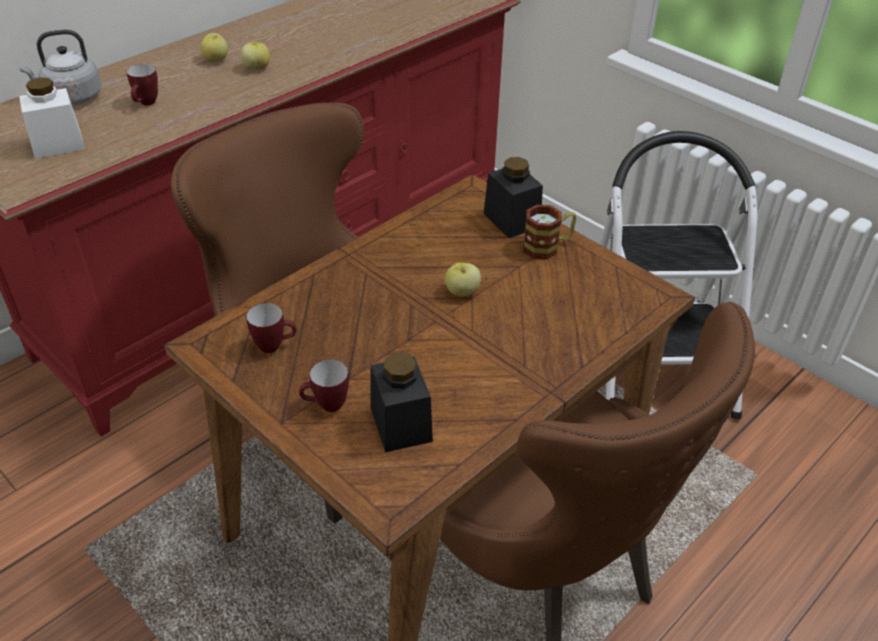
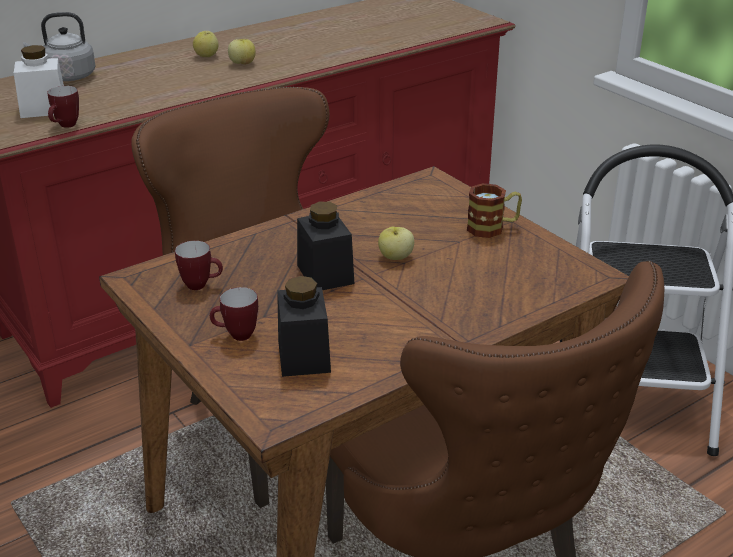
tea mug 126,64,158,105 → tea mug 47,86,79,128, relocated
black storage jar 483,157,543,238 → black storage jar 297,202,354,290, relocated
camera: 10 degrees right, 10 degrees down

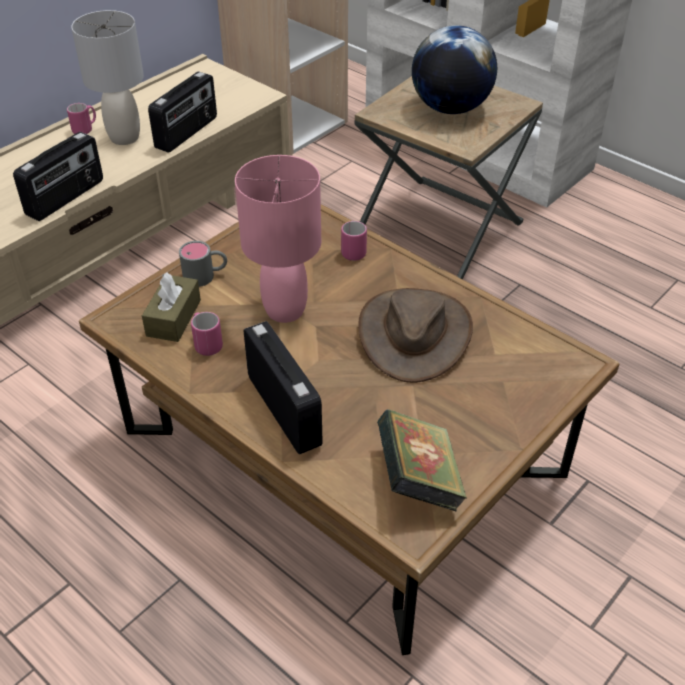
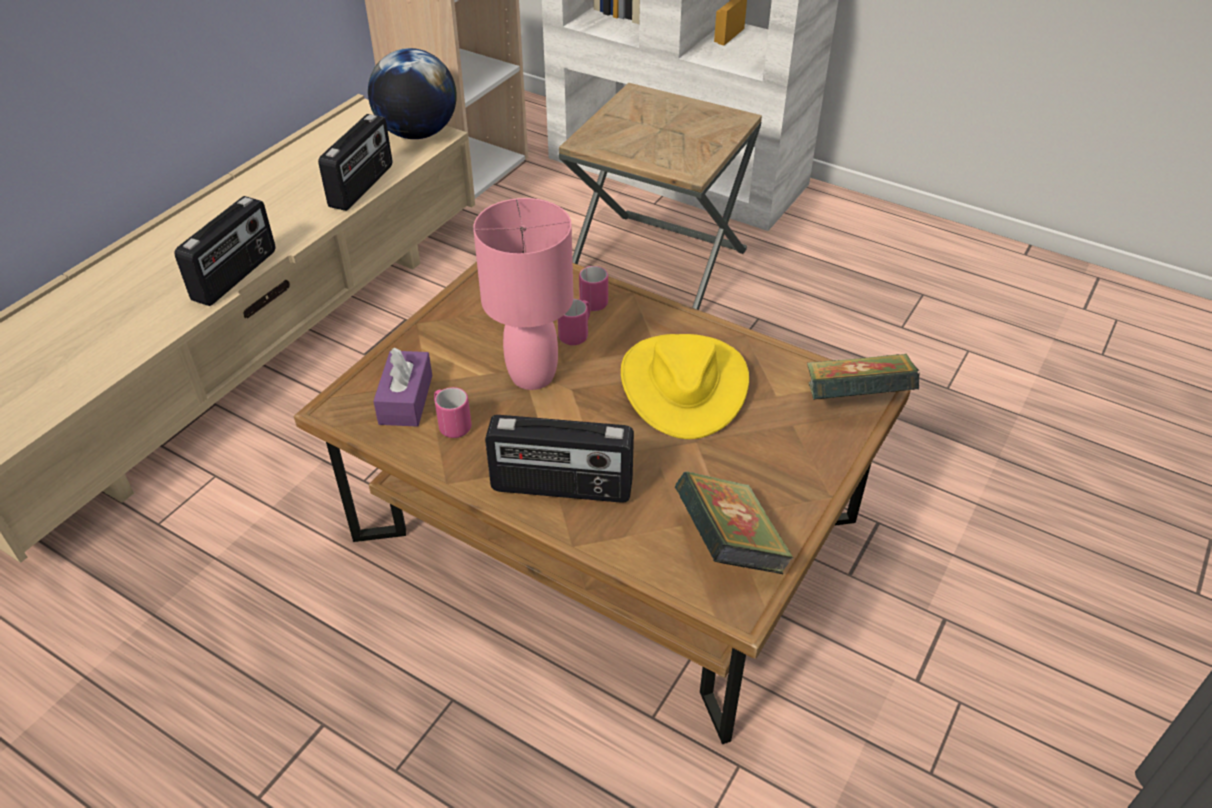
greyish tabletop lamp 71,10,144,145 → -
greyish tea mug 179,241,227,287 → -
- → book 807,354,920,400
pink tea mug 67,103,96,134 → pink tea mug 558,299,590,345, relocated
desk globe 412,25,497,114 → desk globe 368,48,457,139, relocated
brown-coloured tissue holder 142,272,201,342 → purple-coloured tissue holder 373,348,432,427
brown-coloured hat 358,288,473,383 → yellowish hat 621,334,749,439
radio 244,321,323,454 → radio 485,415,634,503, 135 degrees clockwise
camera: 10 degrees left, 0 degrees up

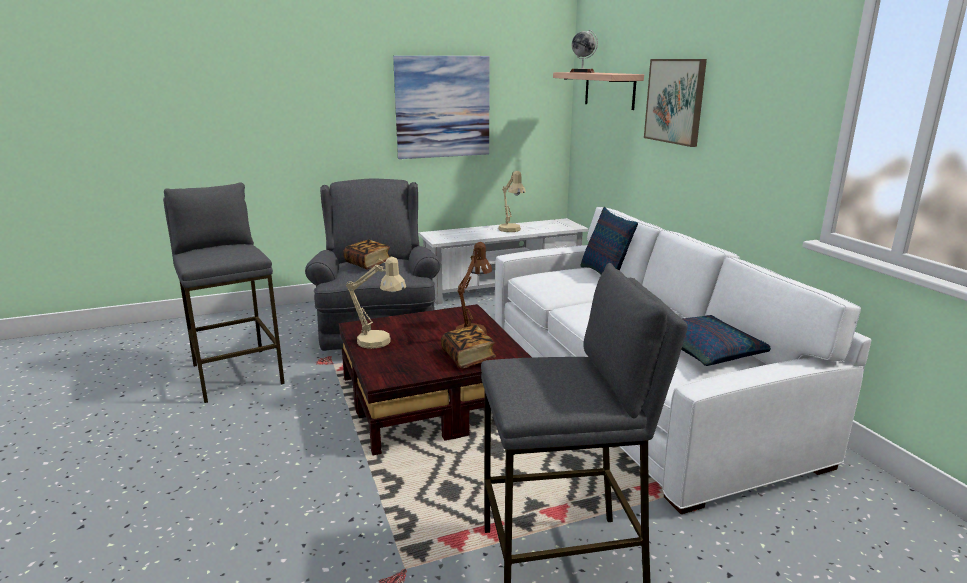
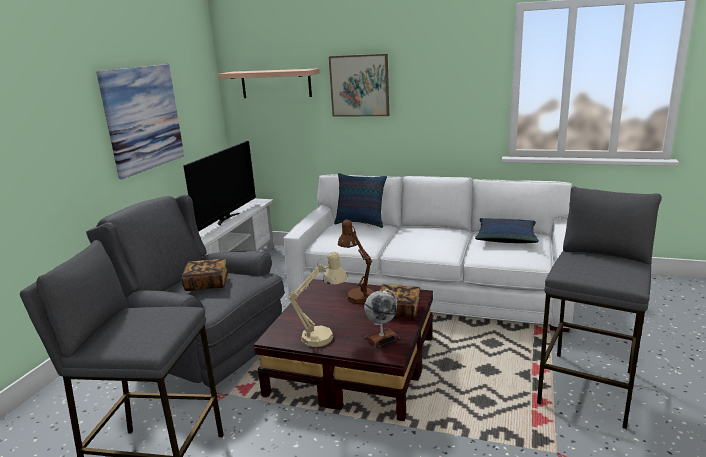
desk globe 570,30,598,73 → desk globe 364,289,400,348, relocated
beige-coloured tabletop lamp 498,171,526,232 → TV 183,141,256,232
camera: 50 degrees left, 0 degrees up

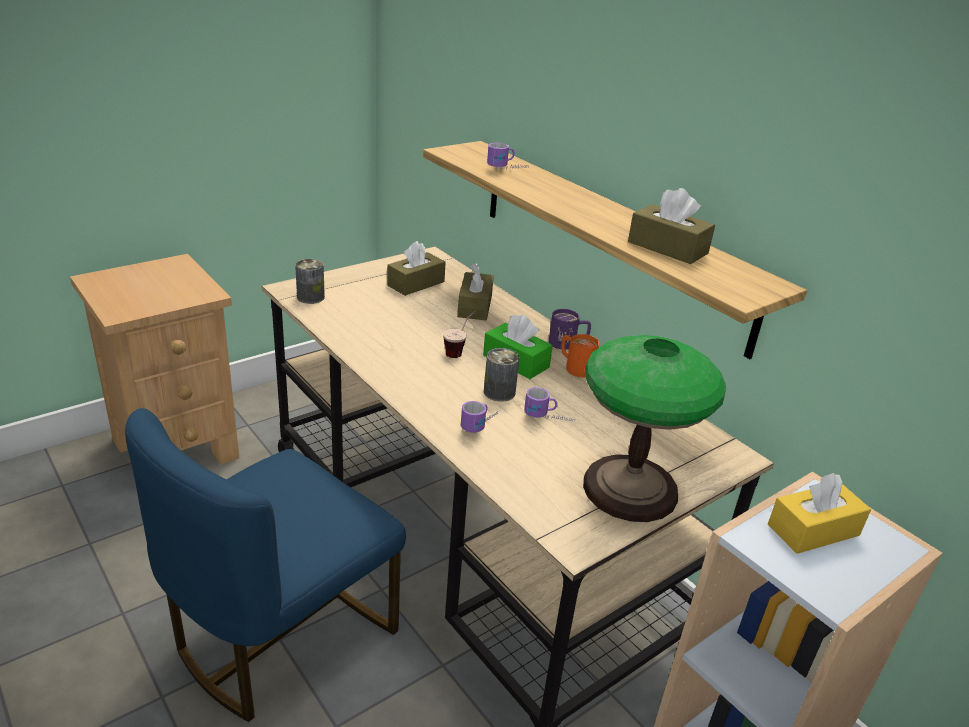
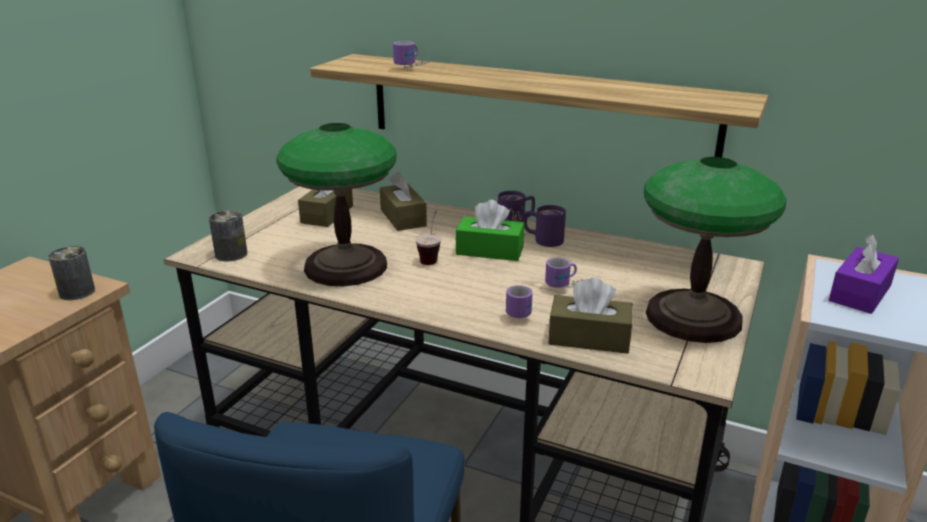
- → tabletop lamp 276,123,397,286
metal can 484,348,519,402 → metal can 48,246,95,300, relocated
brown-coloured tissue holder 628,188,715,264 → brown-coloured tissue holder 548,277,633,354, relocated
orange-coloured tea mug 561,334,599,377 → purple-coloured tea mug 523,205,566,247
yellowish tissue holder 768,473,871,554 → purple-coloured tissue holder 829,234,899,314
camera: 25 degrees left, 5 degrees down

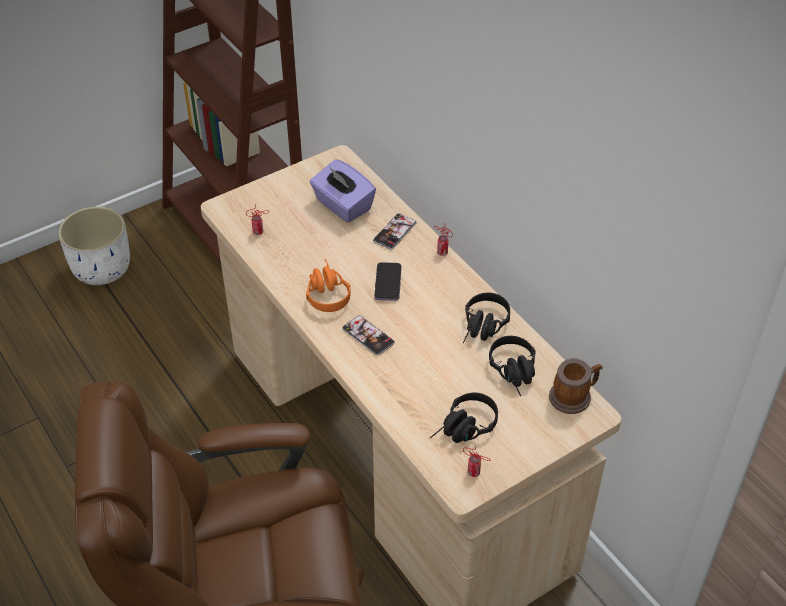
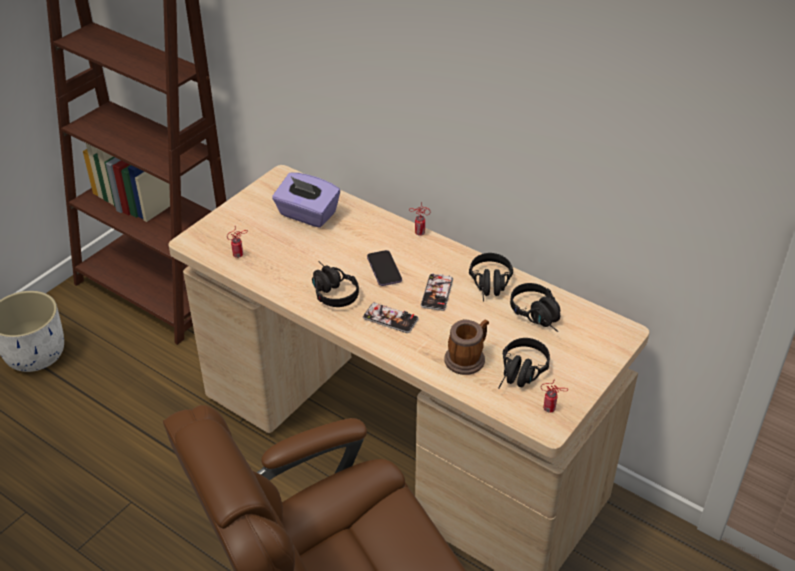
phone 373,213,417,250 → phone 421,273,453,311, relocated
tea mug 549,358,603,414 → tea mug 444,319,489,375, relocated
orange-coloured headset 306,259,351,312 → black headset 312,261,359,307
camera: 20 degrees left, 5 degrees down

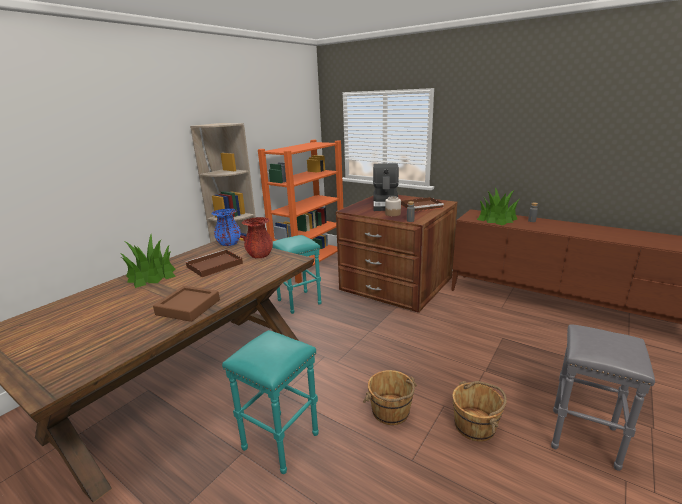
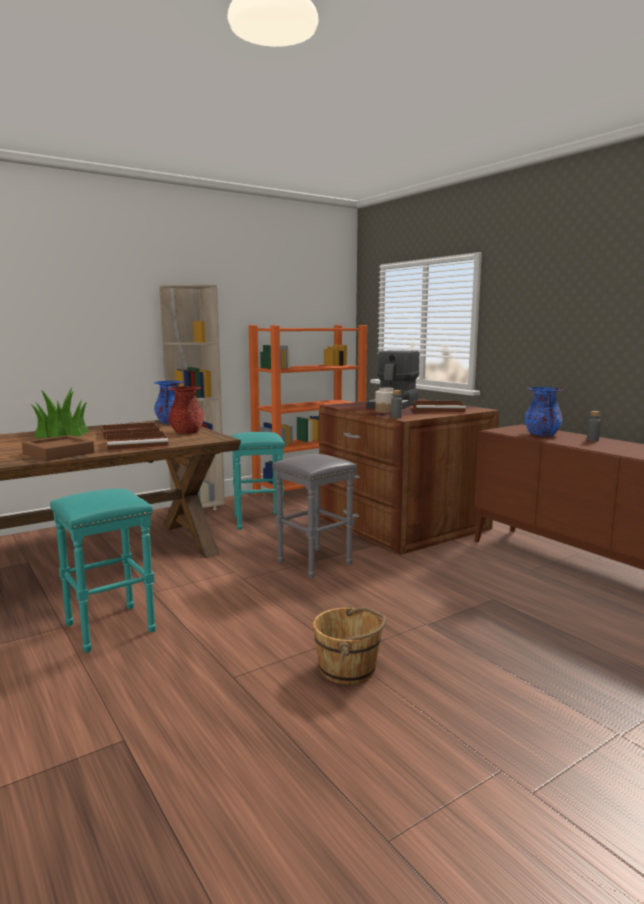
brown-coloured bucket 363,370,417,425 → -
- → brown-coloured serving tray 106,431,169,451
greyish stool seat 551,325,655,471 → greyish stool seat 272,454,357,578, relocated
plant in a pot 477,187,519,226 → bluish vase 525,387,564,436
camera: 20 degrees right, 10 degrees down

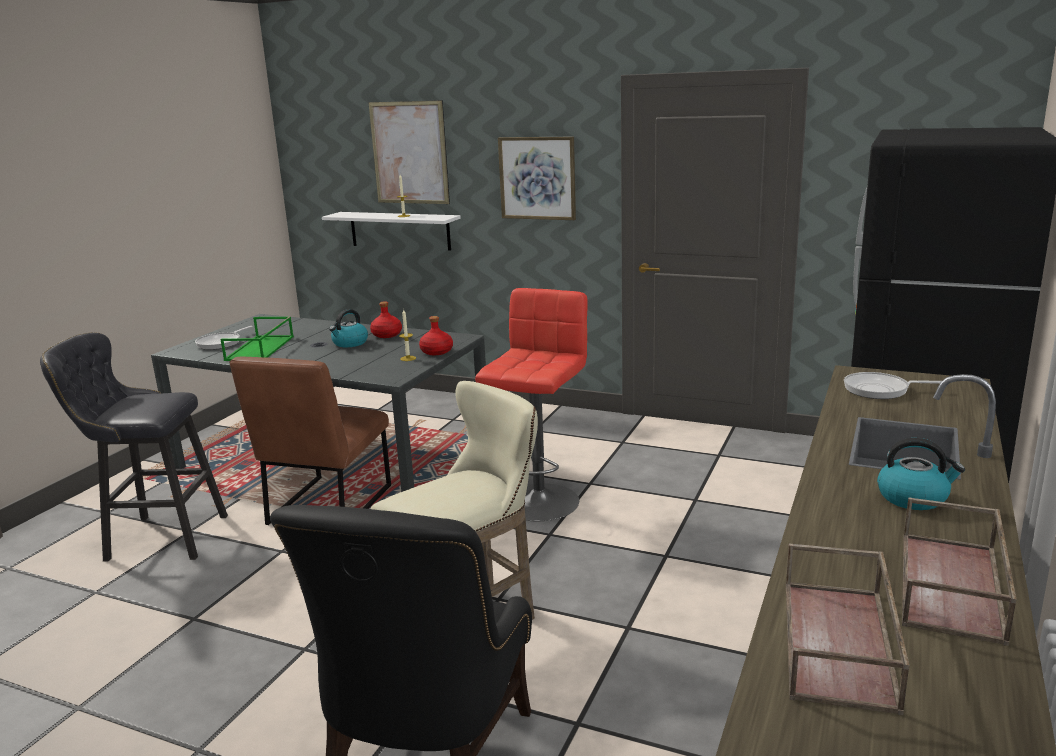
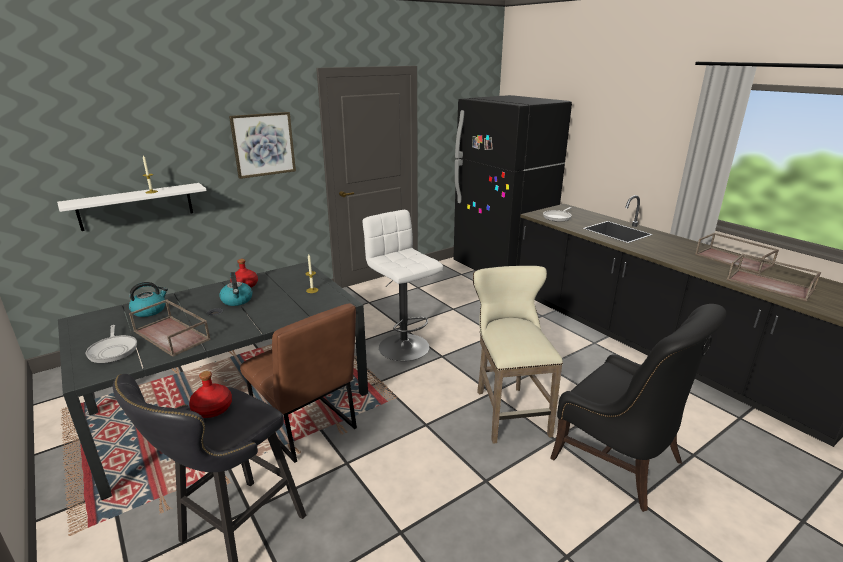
wall picture 369,100,450,204 → -
reddish bottle 419,316,453,355 → reddish bottle 189,371,232,418, relocated
water kettle 877,438,965,510 → water kettle 129,282,168,317, relocated
green-coloured serving tray 221,317,294,361 → brown-coloured serving tray 129,299,211,357
reddish stool seat 475,288,588,521 → white-coloured stool seat 363,210,443,361
camera: 60 degrees left, 5 degrees up

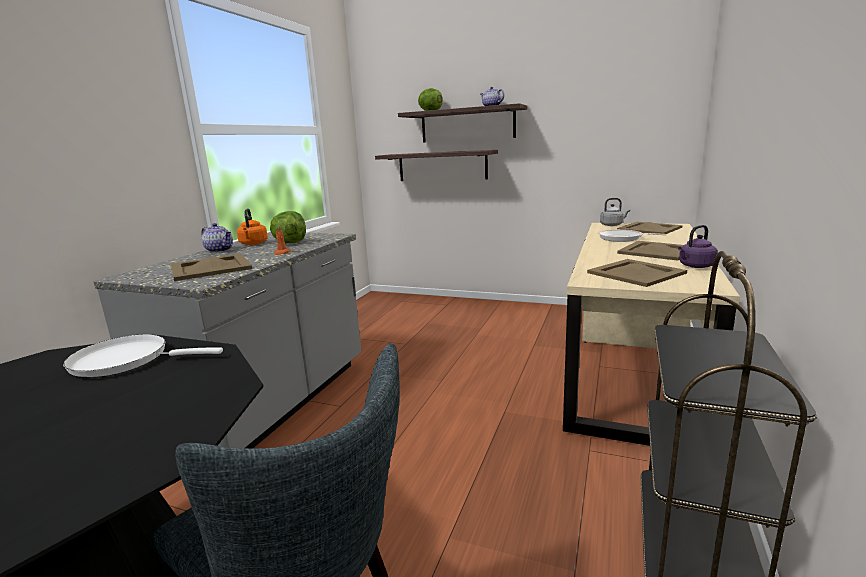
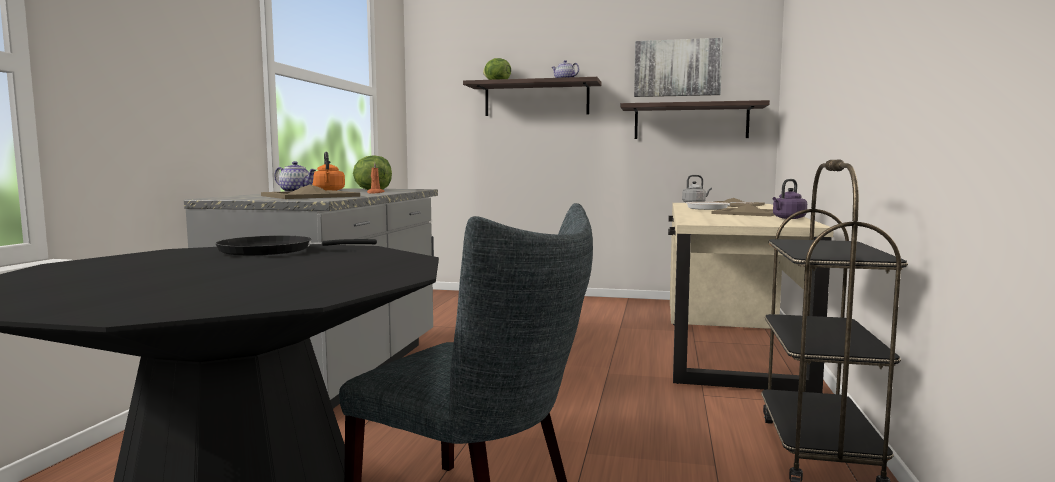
beige-coloured serving tray 587,259,687,287 → -
- → wall picture 634,38,723,97
wall shelf 375,150,498,181 → wall shelf 620,100,770,139, relocated
white-coloured skillet 63,334,223,377 → black skillet 215,236,377,255
camera: 10 degrees left, 10 degrees down

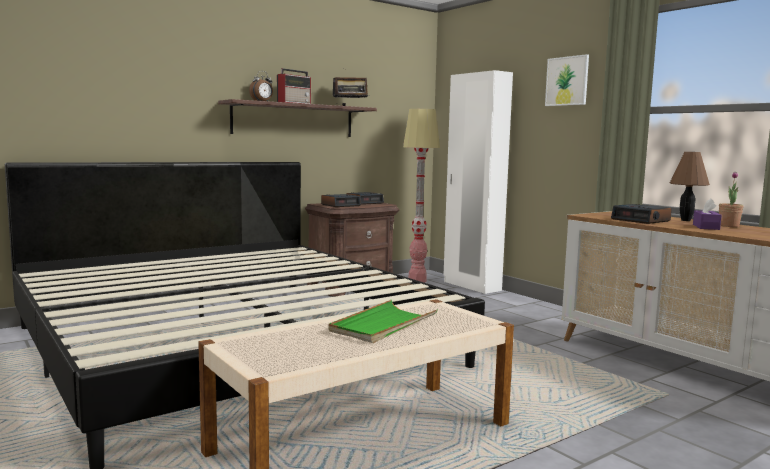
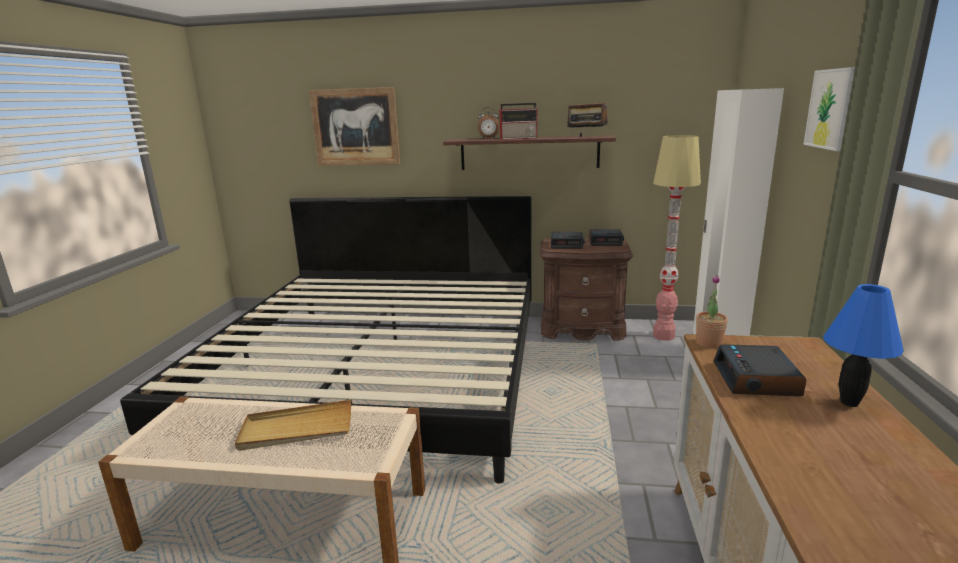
purple-coloured tissue holder 693,198,722,230 → -
- → wall picture 309,87,400,166
plant in a pot 719,172,744,227 → plant in a pot 696,275,728,348, relocated
green-coloured serving tray 329,300,438,343 → beige-coloured serving tray 235,400,351,451
brown-coloured tabletop lamp 670,152,710,221 → bluish tabletop lamp 823,284,904,407
camera: 45 degrees right, 10 degrees up

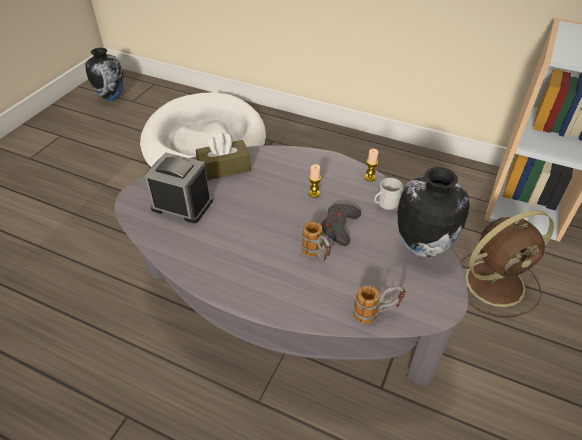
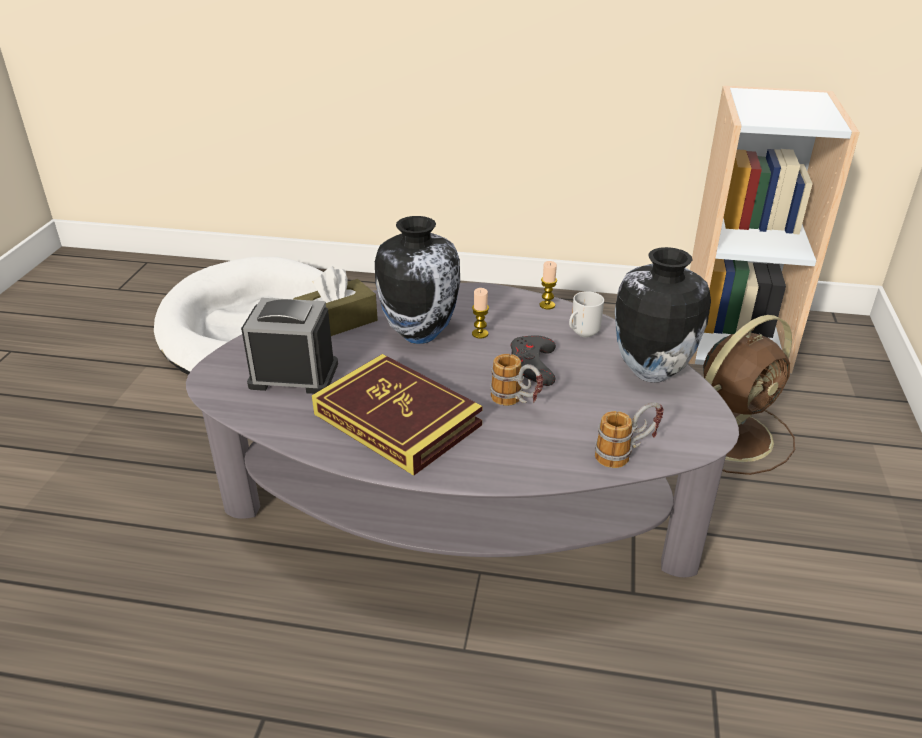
- → book 312,354,483,476
vase 86,48,124,101 → vase 375,216,460,344, relocated
camera: 15 degrees left, 10 degrees down

